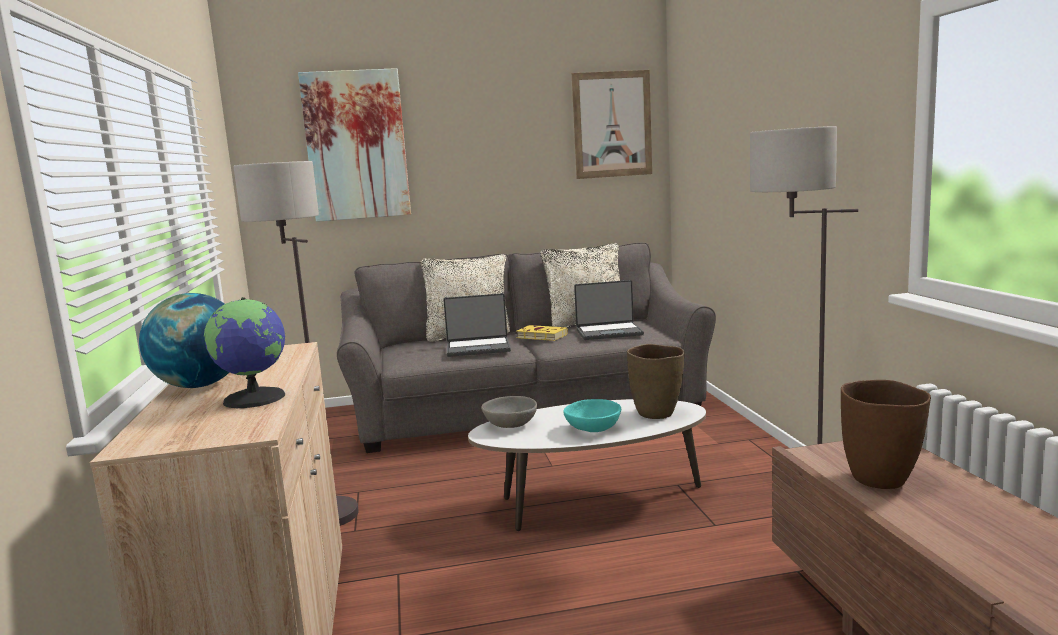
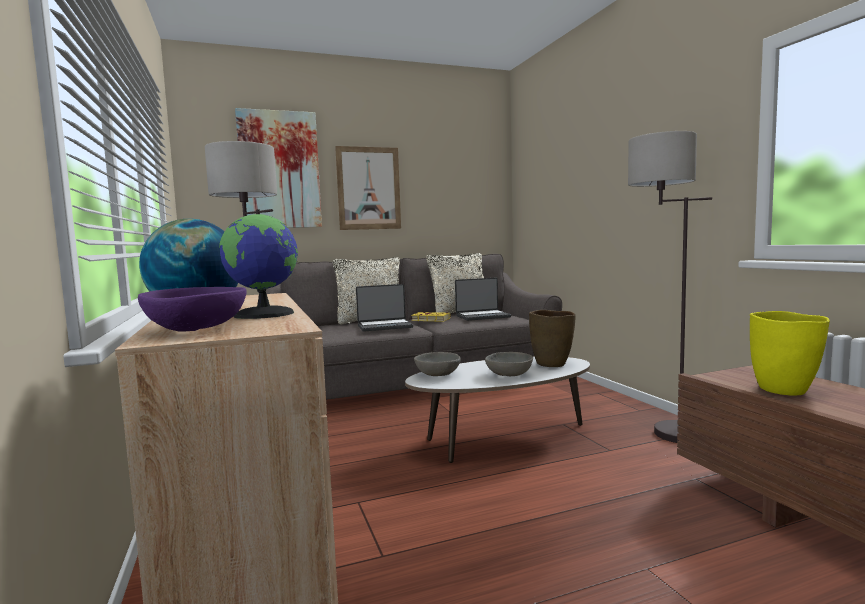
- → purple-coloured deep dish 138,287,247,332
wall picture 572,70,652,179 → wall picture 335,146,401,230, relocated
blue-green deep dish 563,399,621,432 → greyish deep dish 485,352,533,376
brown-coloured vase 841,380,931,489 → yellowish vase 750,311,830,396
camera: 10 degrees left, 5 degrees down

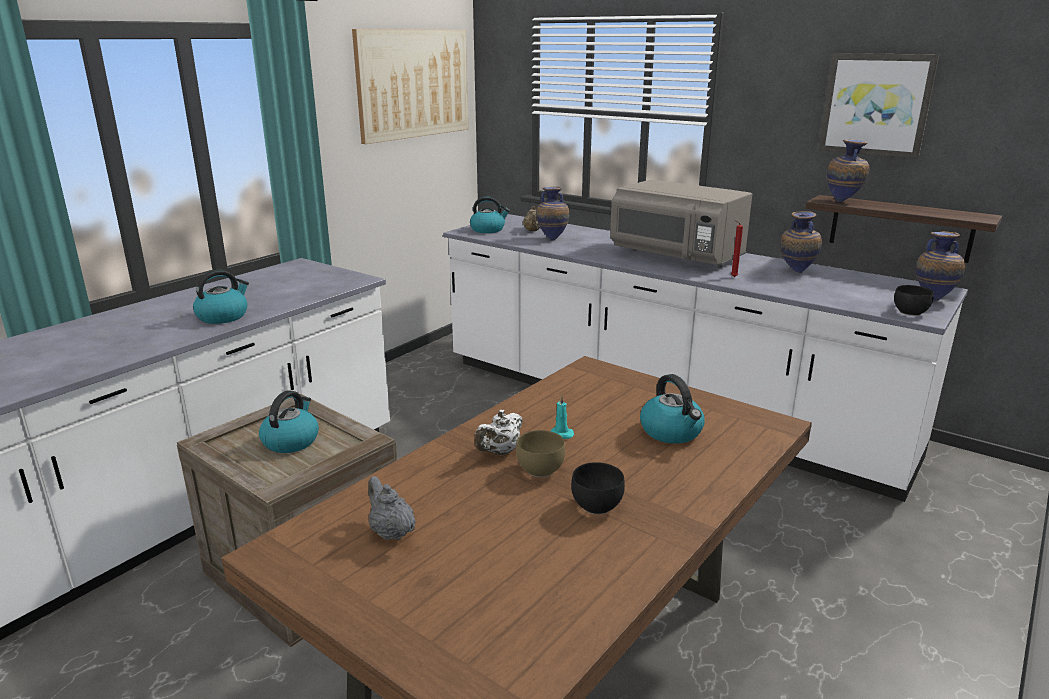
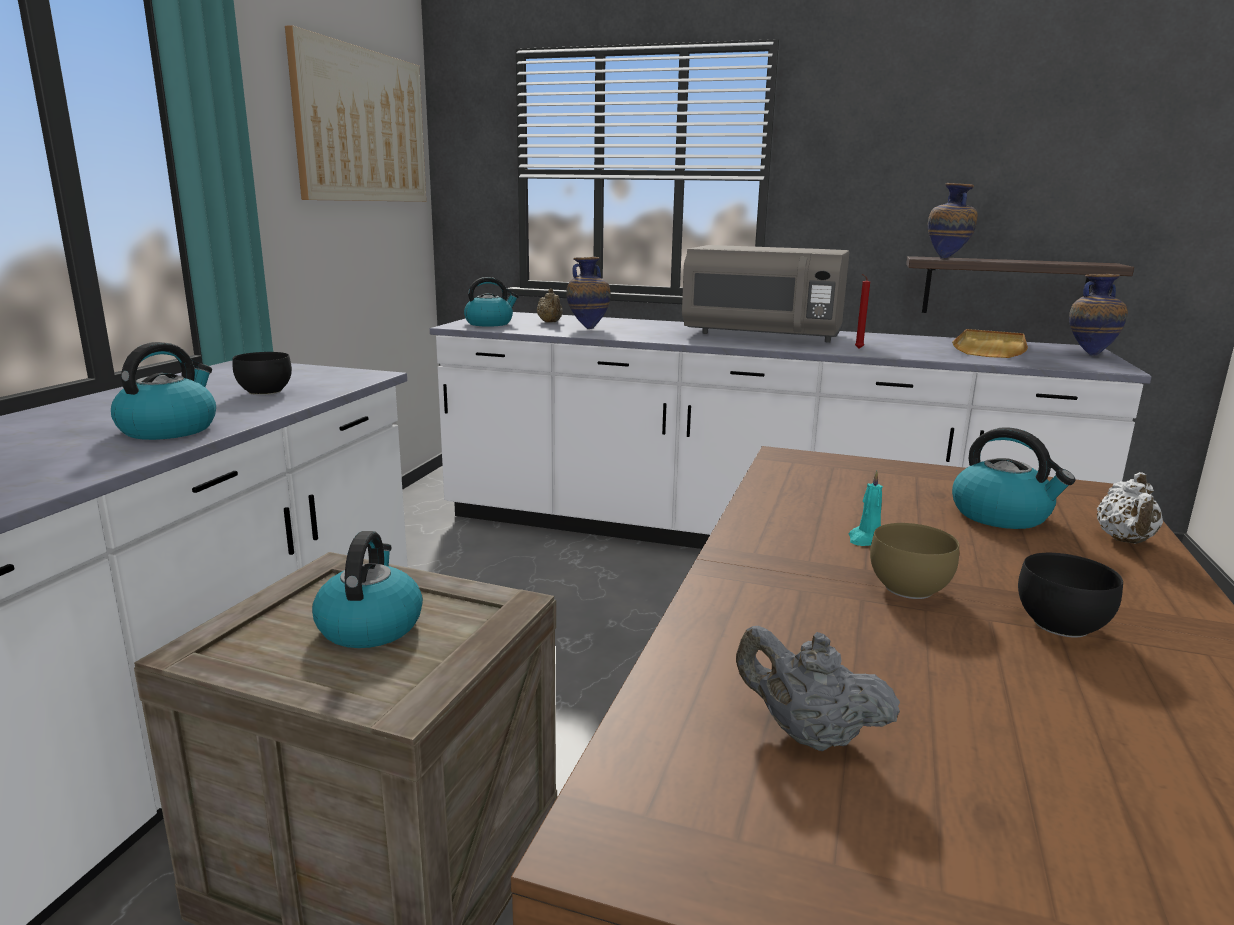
vase 780,211,822,273 → -
wall picture 819,53,939,158 → -
- → beige-coloured serving tray 952,329,1028,358
white-coloured tea pot 474,410,523,455 → white-coloured tea pot 1097,472,1163,544, relocated
black deep dish 894,285,934,316 → black deep dish 232,352,292,395, relocated
camera: 20 degrees left, 5 degrees down

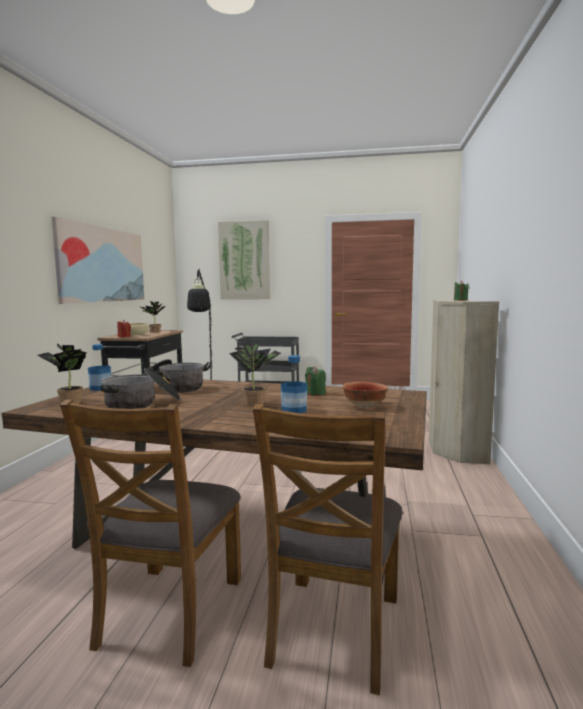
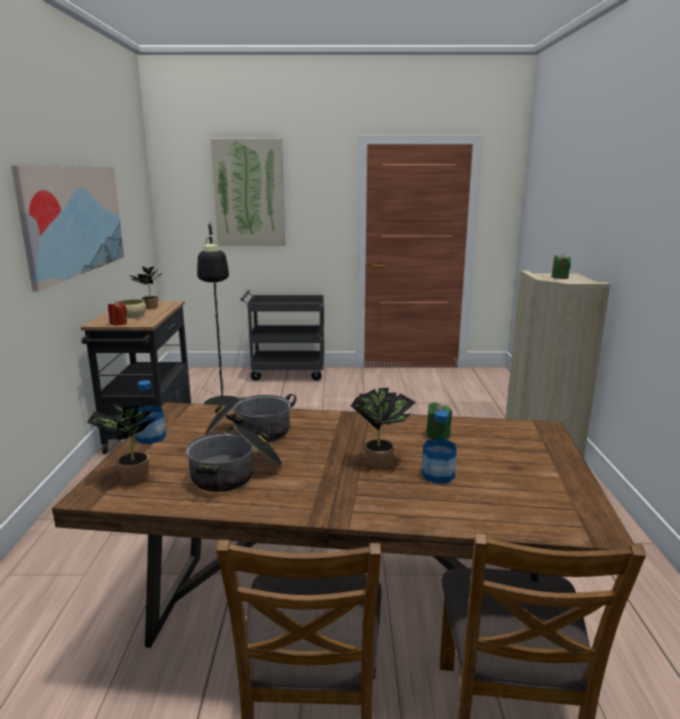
deep dish 343,382,388,408 → -
camera: 10 degrees left, 10 degrees up

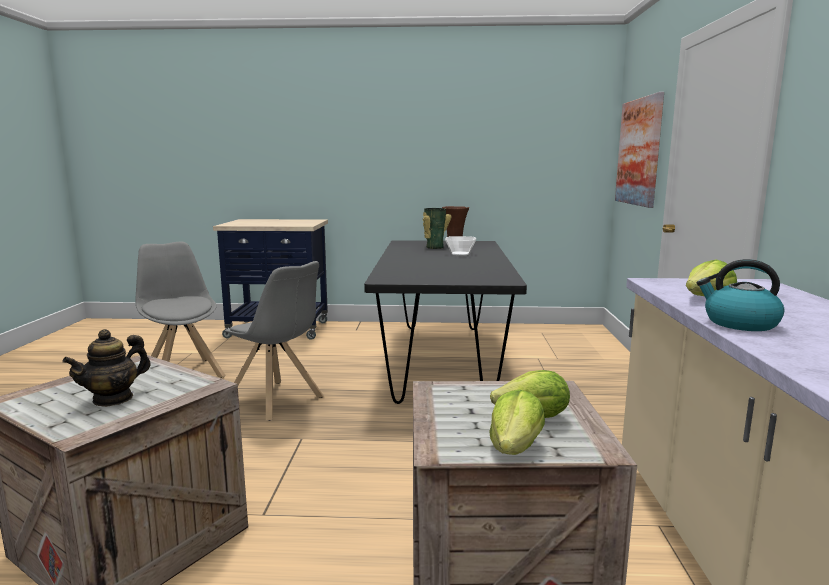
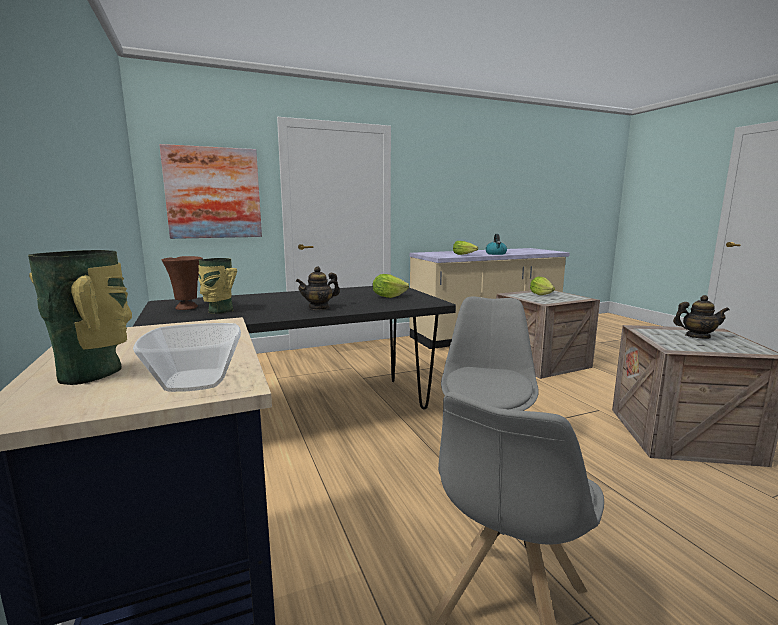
- → vase 28,250,132,385
- → tea pot 296,266,340,310
deep dish 445,236,476,255 → deep dish 133,323,241,392, relocated
head of lettuce 489,389,545,455 → head of lettuce 373,274,409,298, relocated
camera: 115 degrees left, 0 degrees up

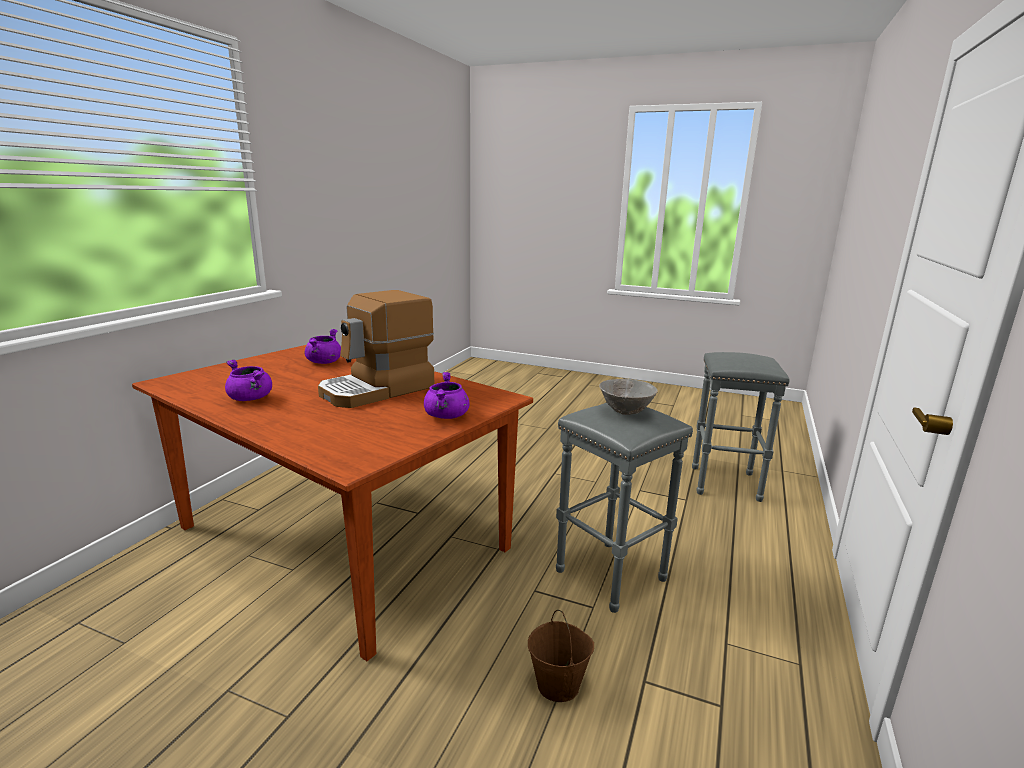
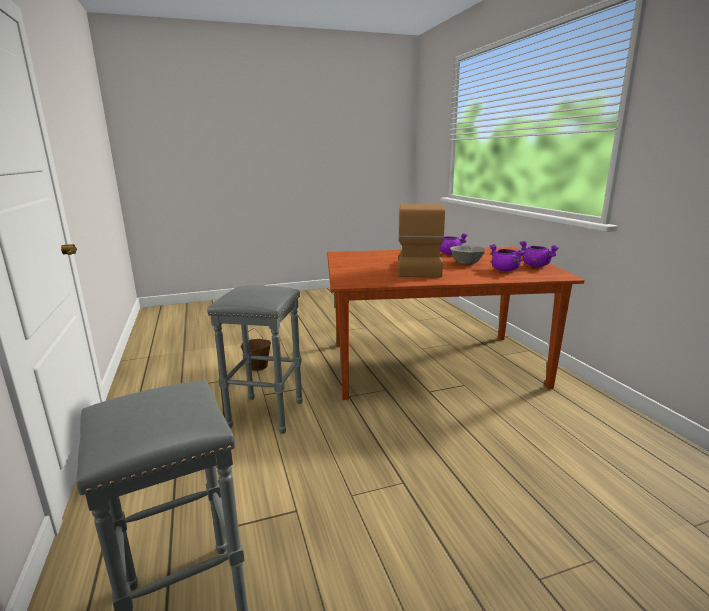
purple-coloured saucepot 424,372,470,419 → purple-coloured saucepot 519,241,559,267, relocated
greyish deep dish 599,379,658,415 → greyish deep dish 450,246,486,264, relocated
camera: 140 degrees right, 0 degrees up

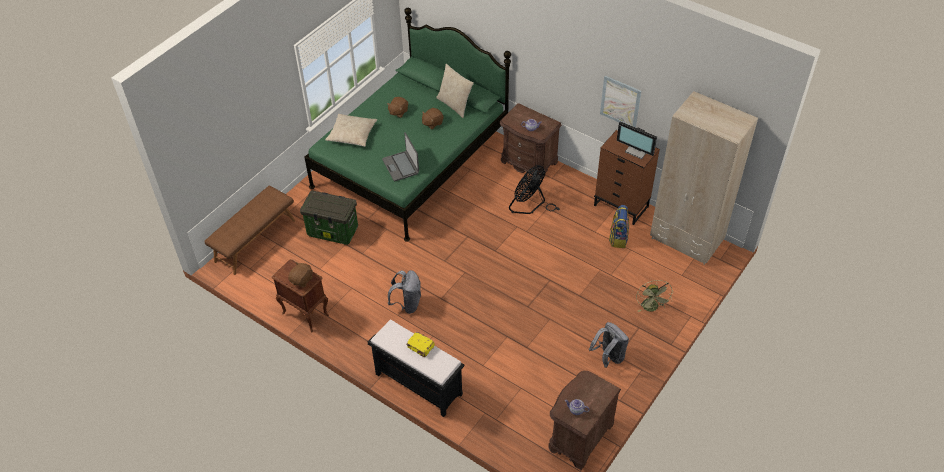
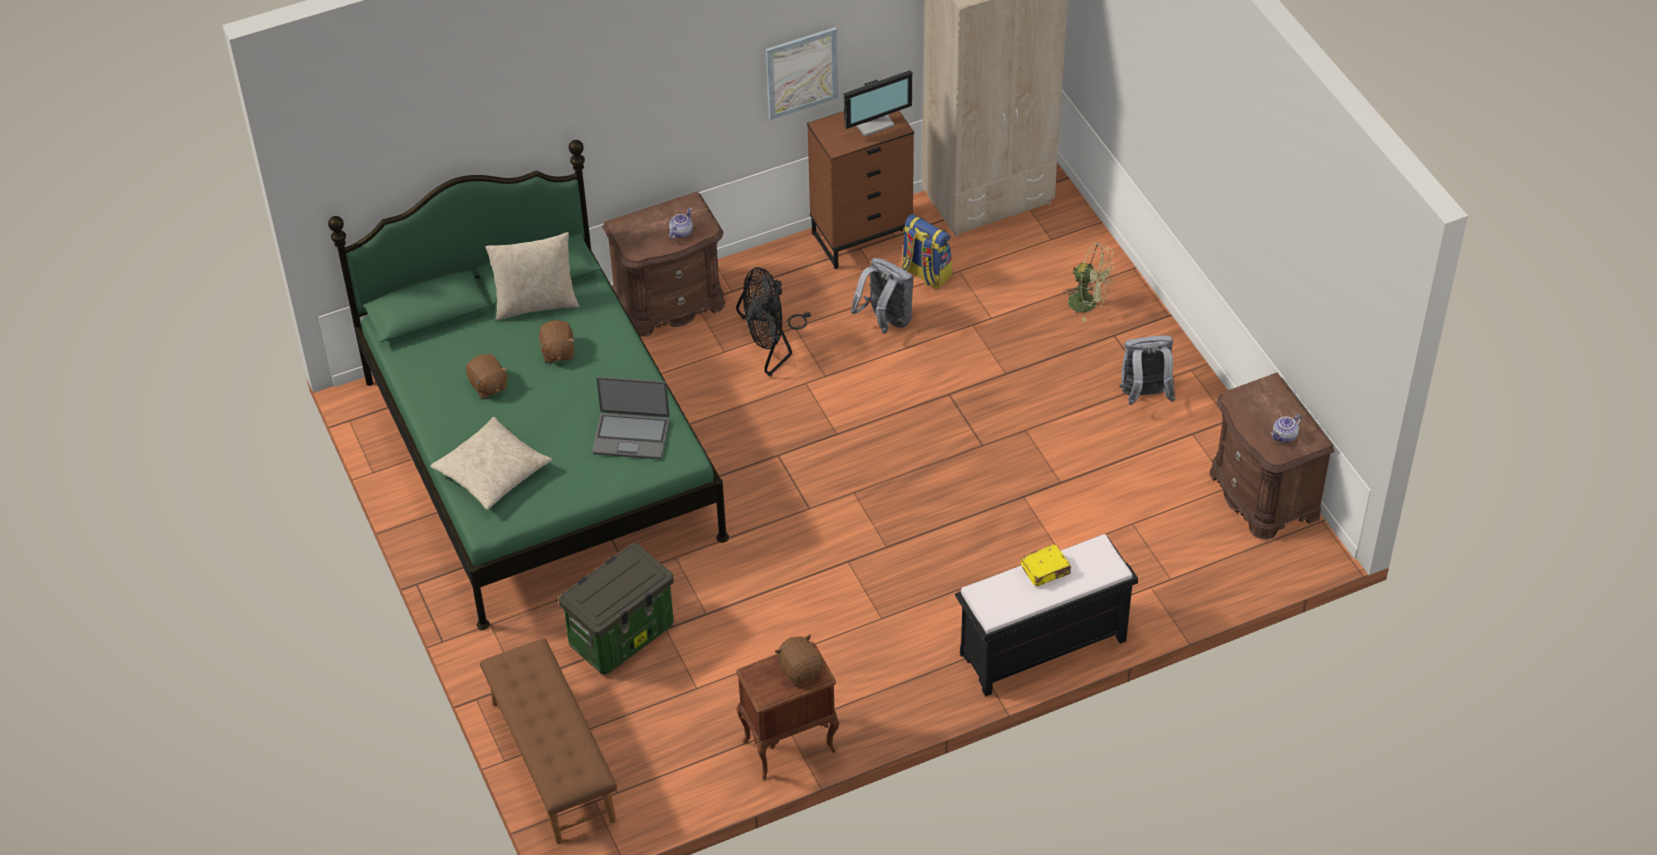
greyish knapsack 388,270,421,314 → greyish knapsack 851,258,914,334, relocated
camera: 60 degrees left, 0 degrees up

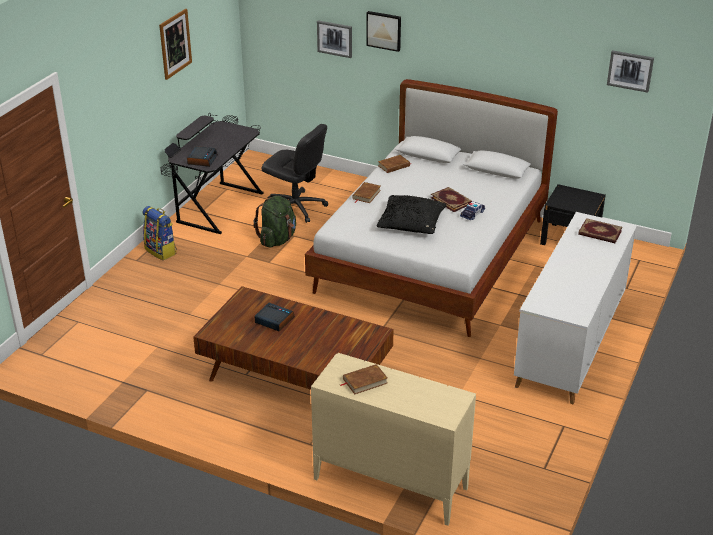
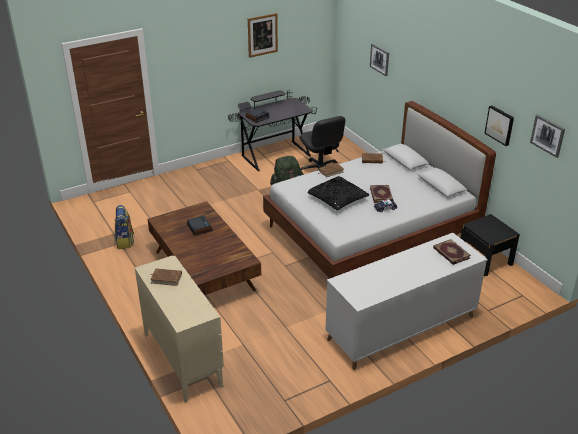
knapsack 143,206,177,260 → knapsack 115,205,134,249, relocated
wall picture 366,11,401,52 → wall picture 484,105,514,146, relocated
camera: 35 degrees right, 0 degrees up

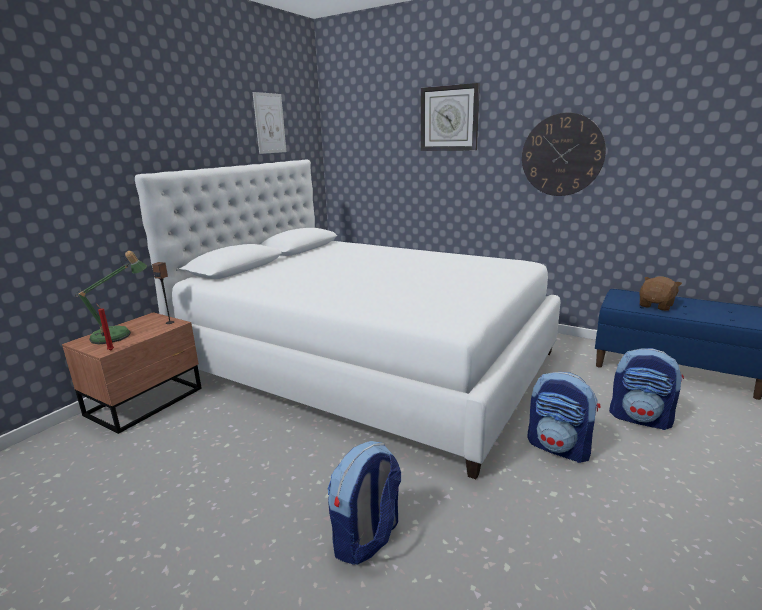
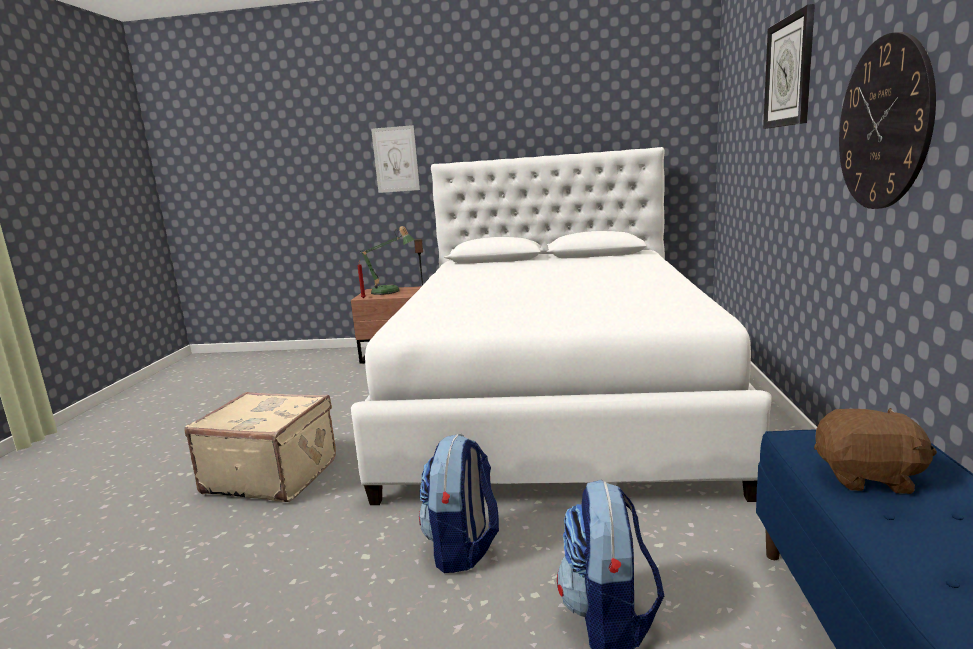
wall picture 253,92,286,154 → wall picture 371,125,420,193, relocated
knapsack 328,441,401,565 → beige-coloured suitcase 184,392,336,502
camera: 65 degrees right, 5 degrees down

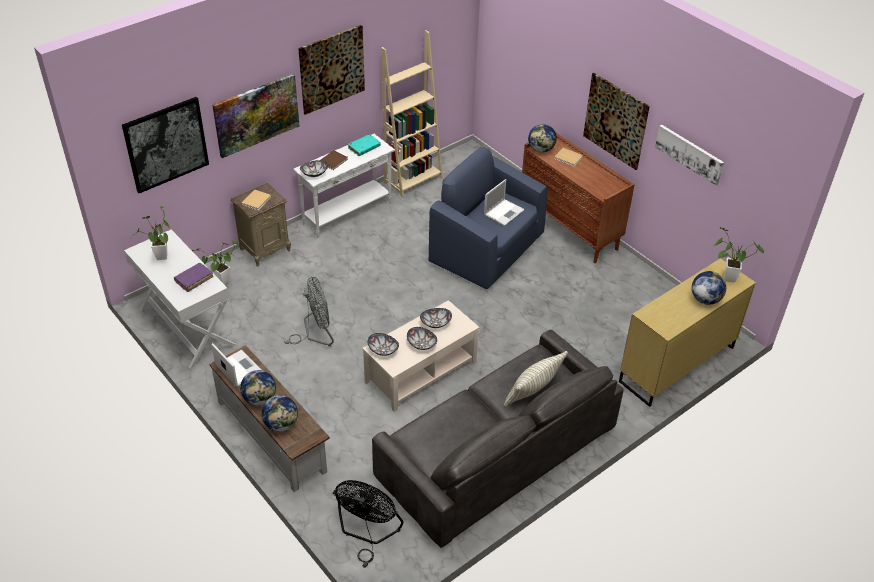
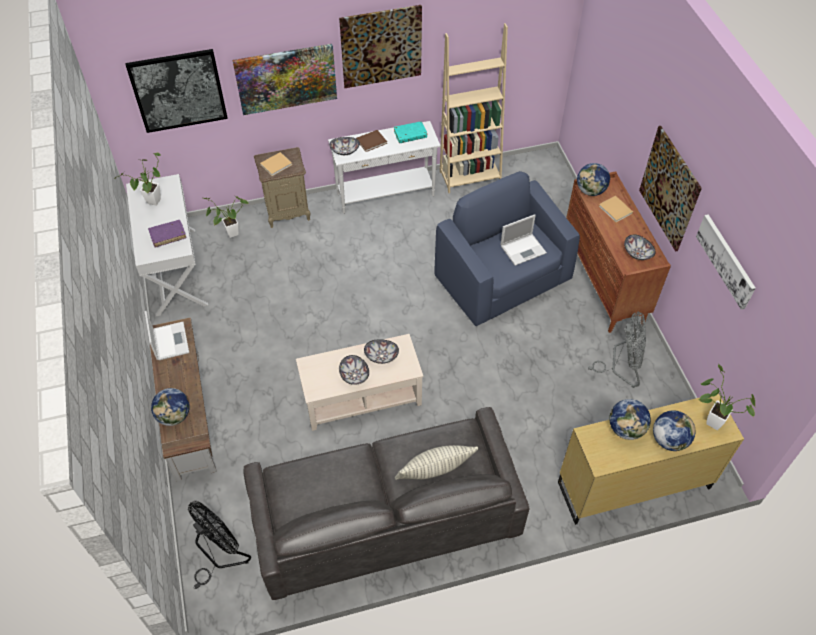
desk globe 240,370,276,406 → desk globe 609,399,651,440, relocated
greyish cooling fan 285,276,334,347 → greyish cooling fan 587,311,646,388, relocated
deep dish 367,333,399,356 → deep dish 624,234,656,260, relocated
camera: 25 degrees right, 10 degrees up

